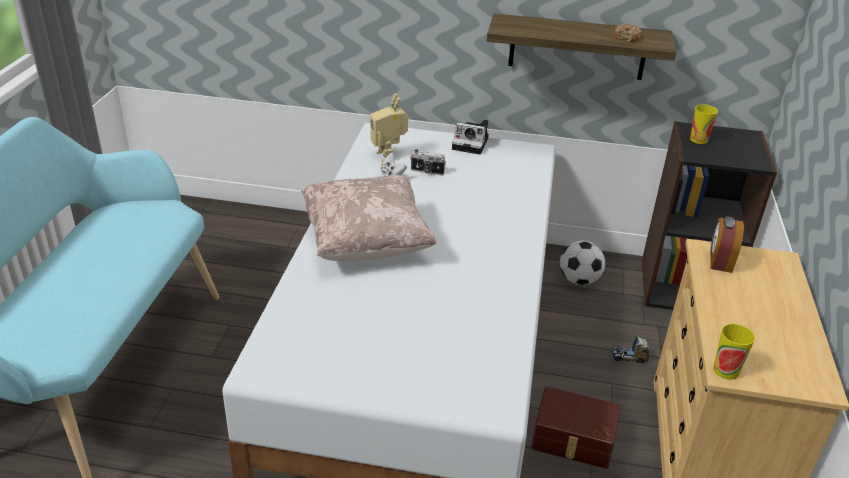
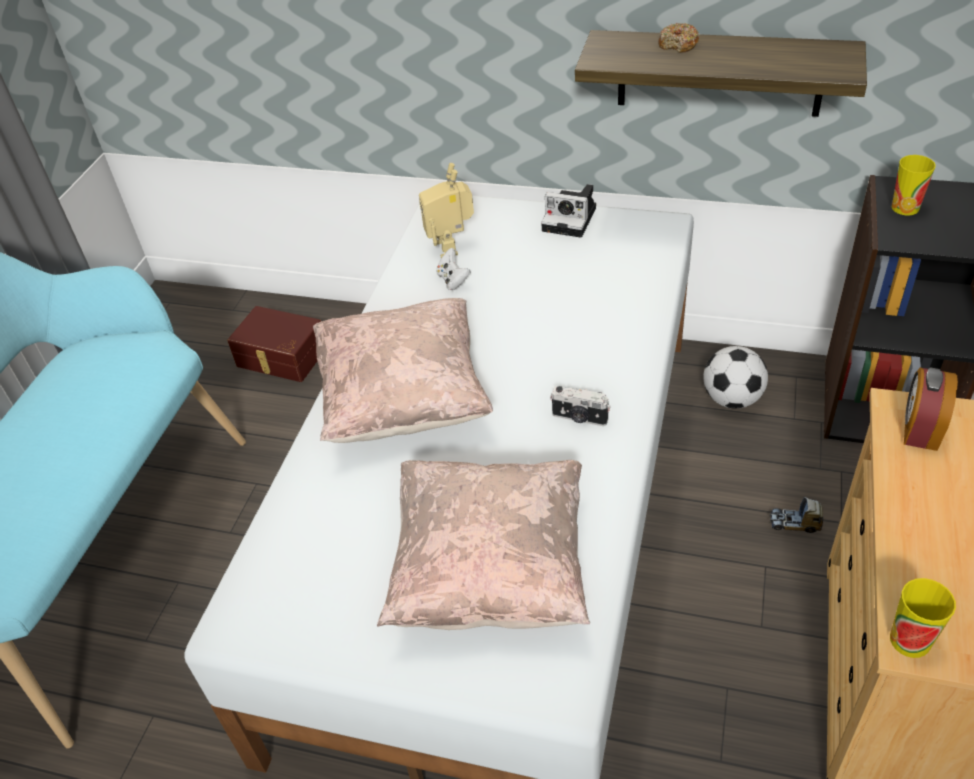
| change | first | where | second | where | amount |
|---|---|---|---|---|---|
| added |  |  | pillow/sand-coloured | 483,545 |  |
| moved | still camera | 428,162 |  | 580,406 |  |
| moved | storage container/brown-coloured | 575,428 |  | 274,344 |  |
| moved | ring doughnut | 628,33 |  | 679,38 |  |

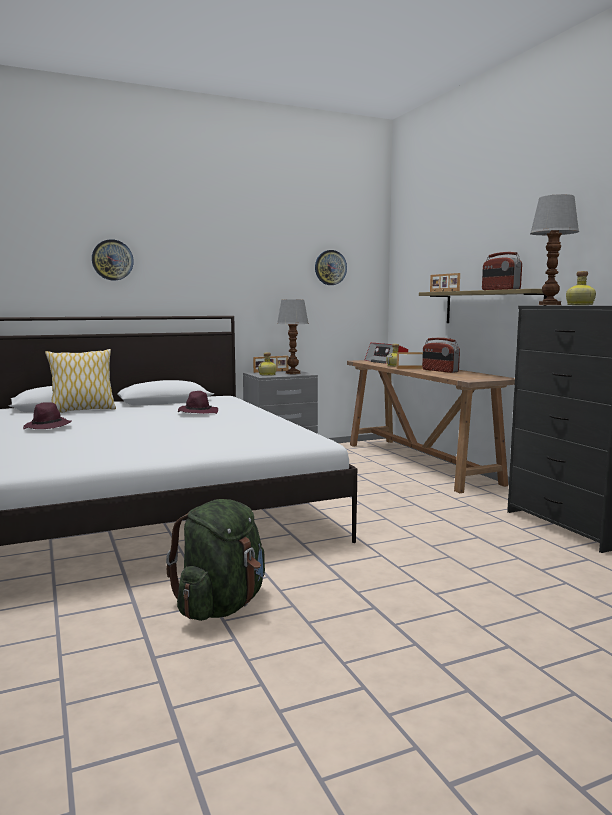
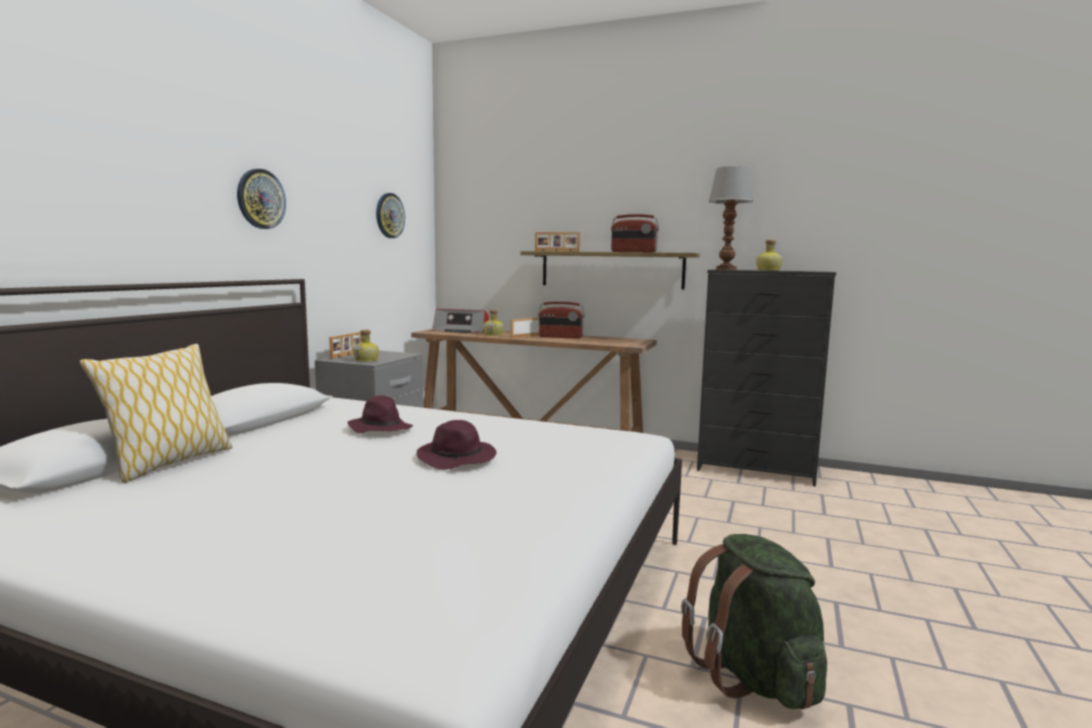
| change | first | where | second | where | amount |
|---|---|---|---|---|---|
| removed | table lamp | 293,337 |  |  |  |
| moved | hat/purple | 47,415 |  | 456,445 |  |
| moved | wall clock | 113,260 |  | 261,199 |  |

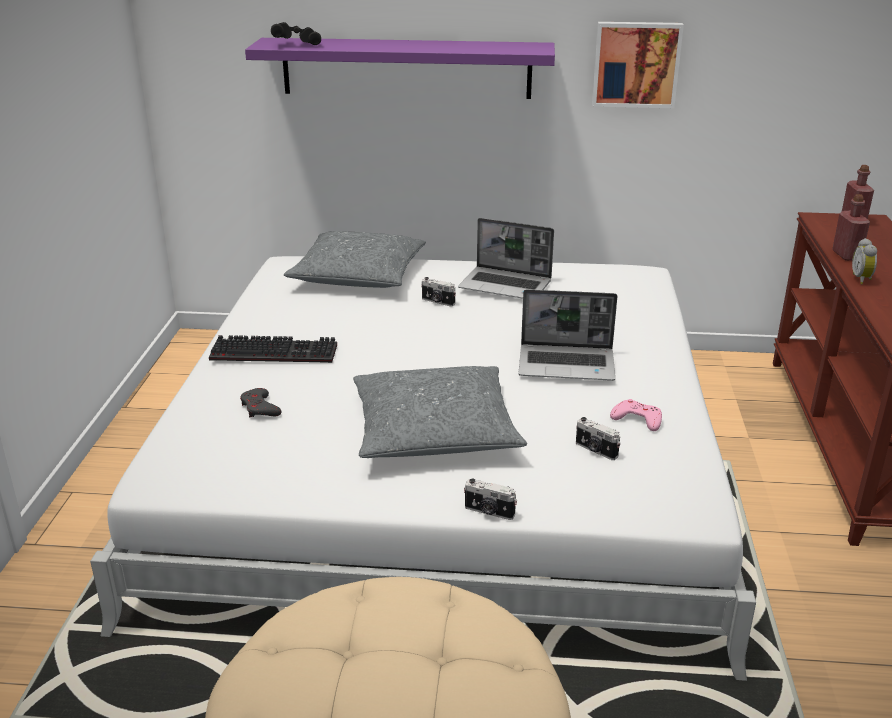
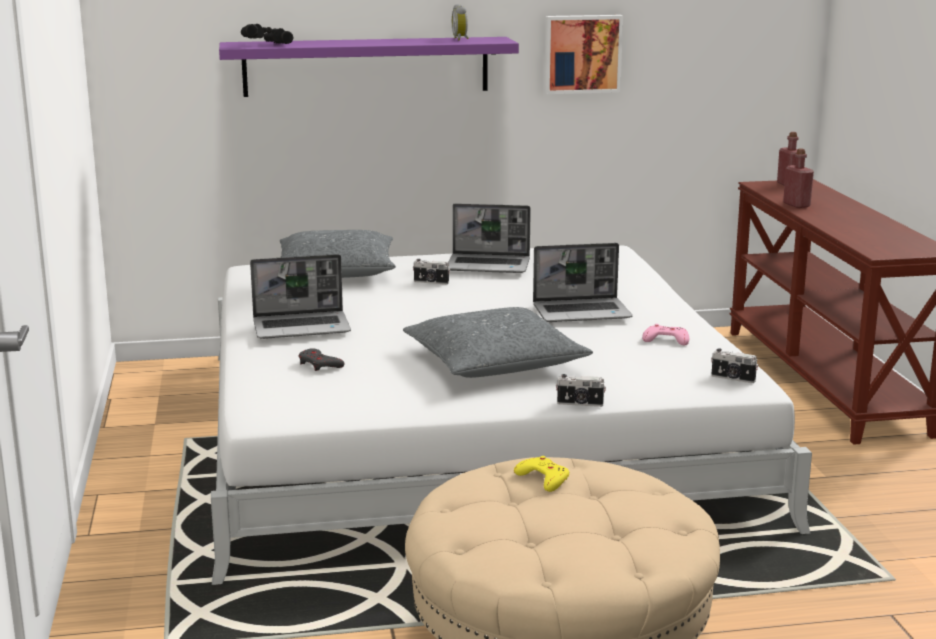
| change | first | where | second | where | amount |
|---|---|---|---|---|---|
| added |  |  | game controller/yellow | 541,474 |  |
| moved | still camera | 598,438 |  | 734,365 |  |
| moved | table clock | 864,261 |  | 460,22 |  |
| replaced | keyboard | 273,349 | portable computer | 300,296 |  |

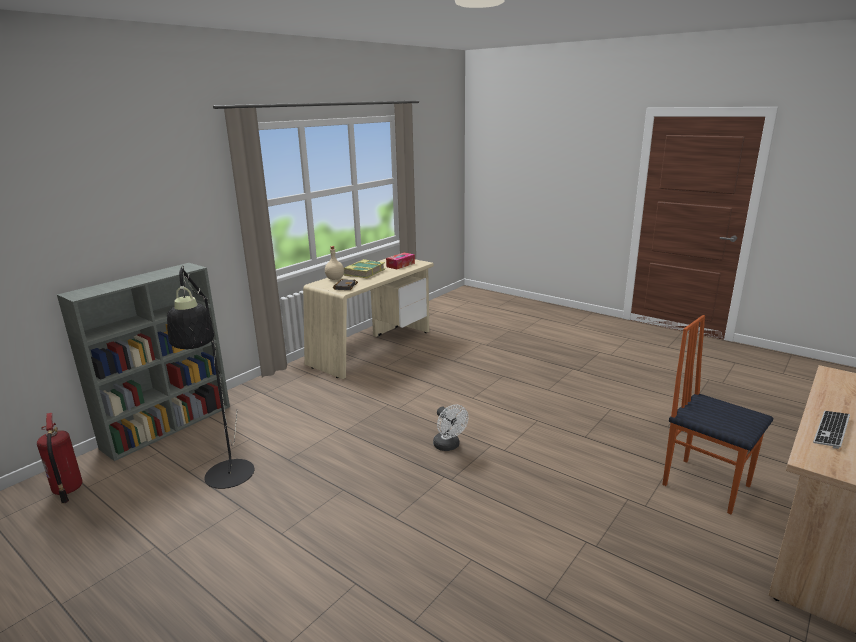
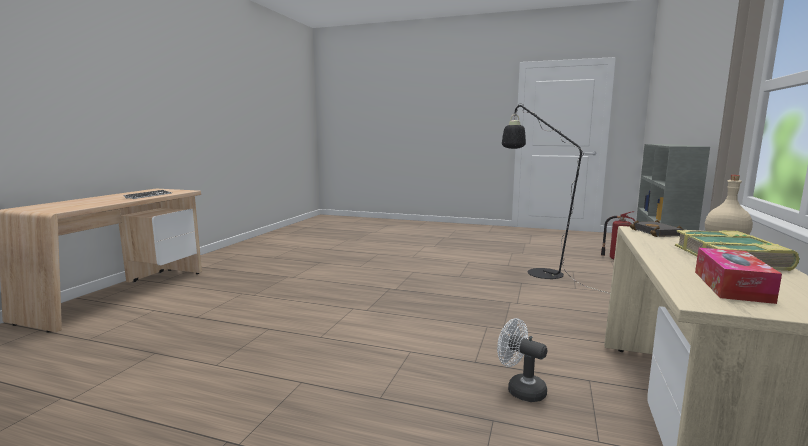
| change | first | where | second | where | amount |
|---|---|---|---|---|---|
| removed | chair | 717,414 |  |  |  |
| moved | fan/white | 450,428 |  | 522,360 |  |

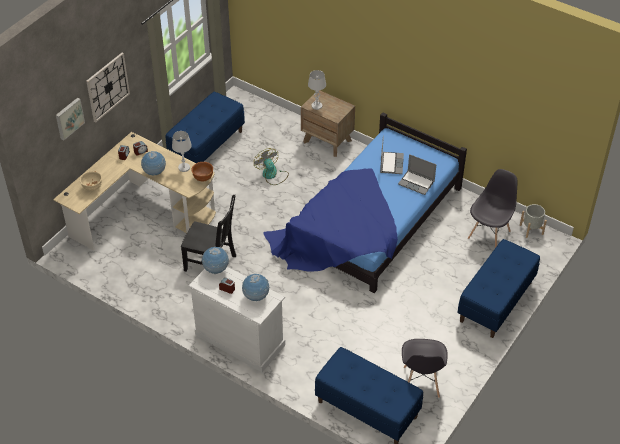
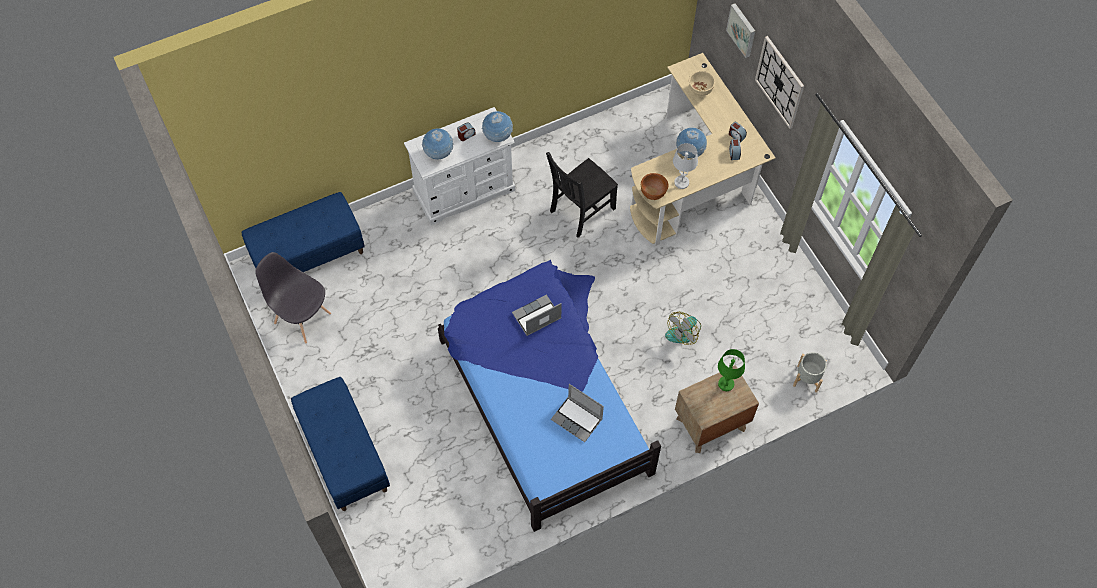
| change | first | where | second | where | amount |
|---|---|---|---|---|---|
| removed | bench/blue | 205,127 |  |  |  |
| removed | chair/gray | 492,208 |  |  |  |
| moved | portable computer | 417,174 |  | 537,315 |  |
| moved | flower pot/gray | 533,221 |  | 810,372 |  |
| recoloured | table lamp/white | 317,90 | table lamp/greenish | 731,370 |  |
| turned | fan | 271,166 |  | 683,328 | 135 degrees clockwise |

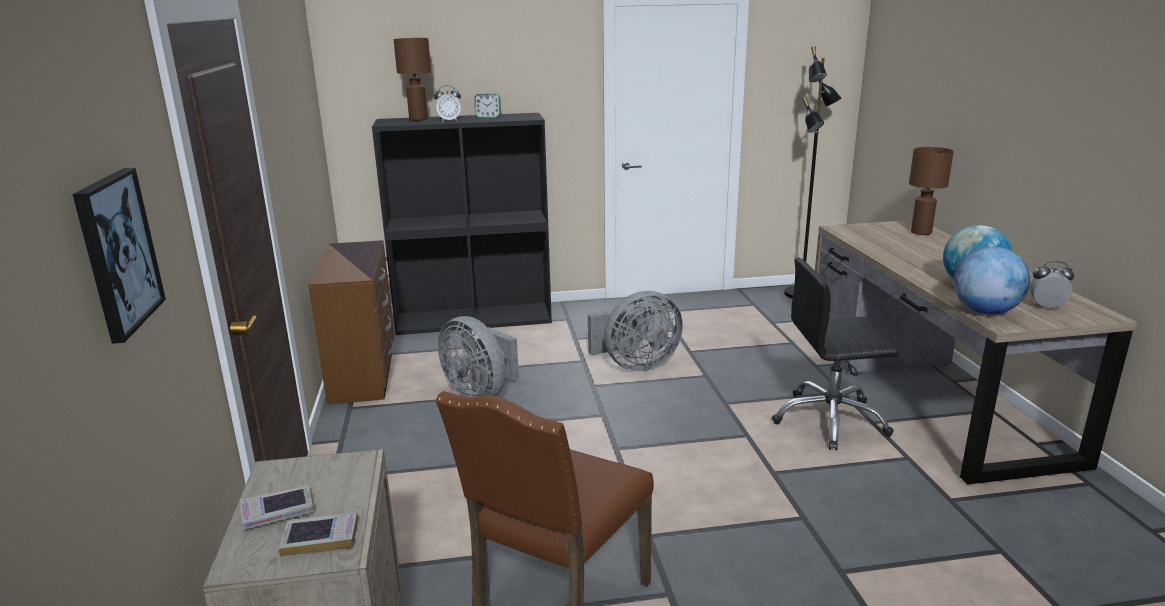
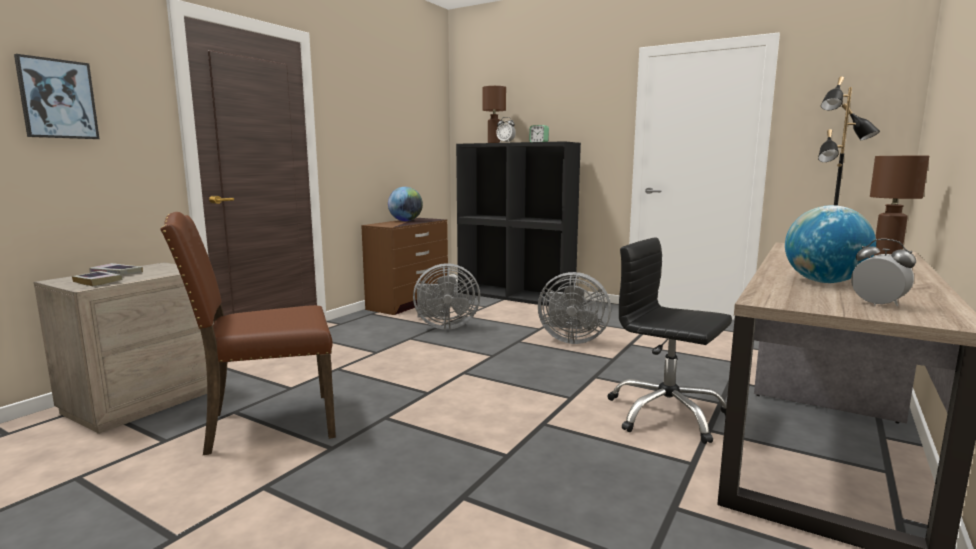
| change | first | where | second | where | amount |
|---|---|---|---|---|---|
| moved | world globe | 991,280 |  | 405,204 |  |
| turned | fan/gray | 478,356 |  | 446,296 | 90 degrees counterclockwise |

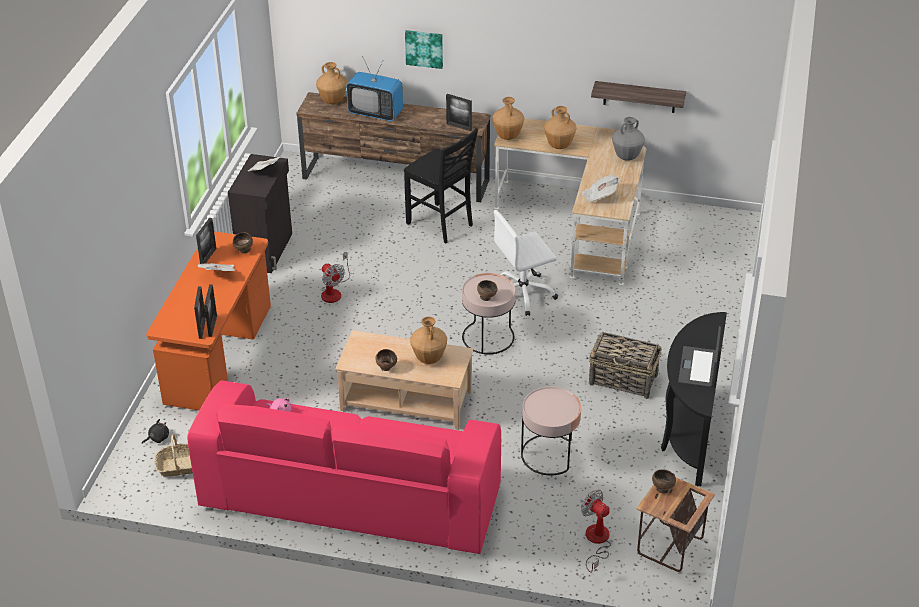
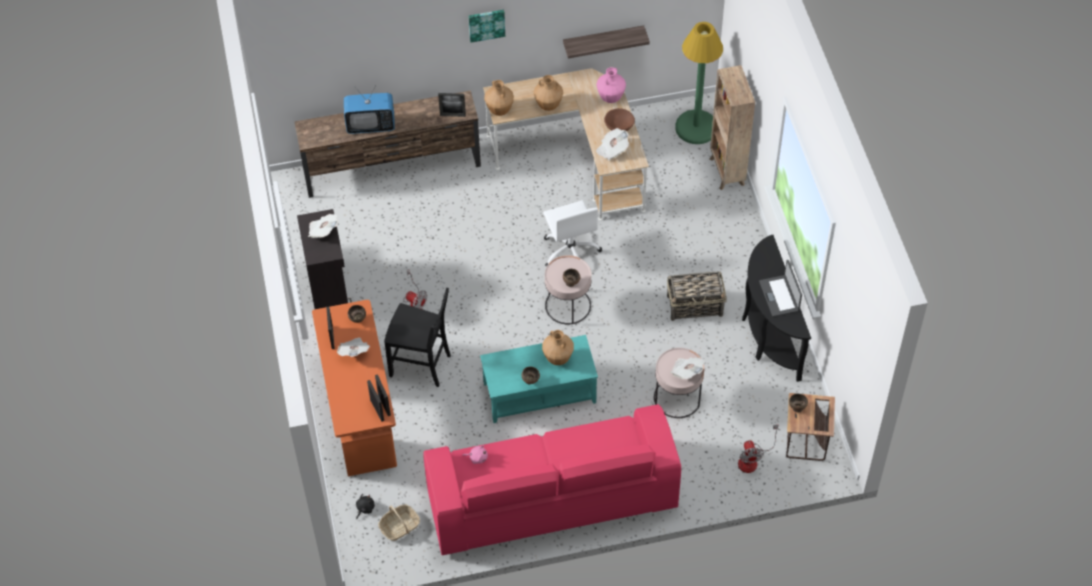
| change | first | where | second | where | amount |
|---|---|---|---|---|---|
| removed | flower vase/brown-coloured | 331,83 |  |  |  |
| added |  |  | bowl/brown-coloured | 619,119 |  |
| added |  |  | newspaper | 687,368 |  |
| added |  |  | standard lamp/greenish | 699,83 |  |
| added |  |  | shelving unit/brown-coloured | 732,127 |  |
| moved | chair/blackish | 441,186 |  | 417,337 |  |
| moved | picture | 424,49 |  | 486,26 |  |
| recoloured | lounge table/sand-coloured | 404,380 | lounge table/turquoise-coloured | 539,379 |  |
| recoloured | flower vase/gray | 628,139 | flower vase/pink | 611,85 |  |
| turned | office chair/white | 526,263 |  | 572,233 | 60 degrees counterclockwise |
| turned | fan | 596,531 |  | 758,449 | 120 degrees counterclockwise |

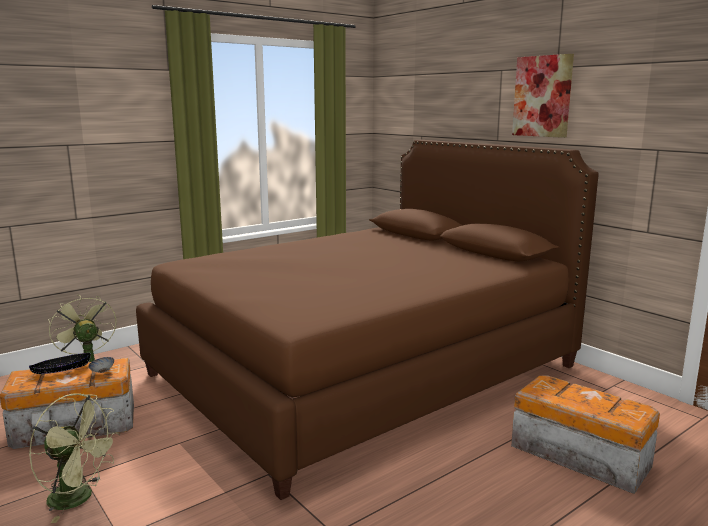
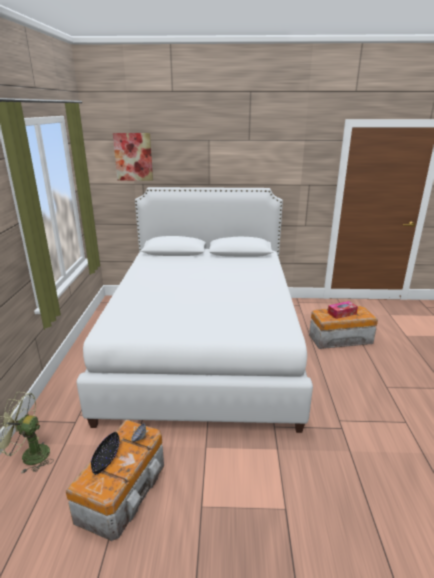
| change | first | where | second | where | amount |
|---|---|---|---|---|---|
| removed | fan/greenish | 74,458 |  |  |  |
| added |  |  | tissue holder | 343,310 |  |
| moved | picture | 543,96 |  | 133,157 |  |
| recoloured | bed/brown-coloured | 367,320 | bed/white | 195,310 |  |

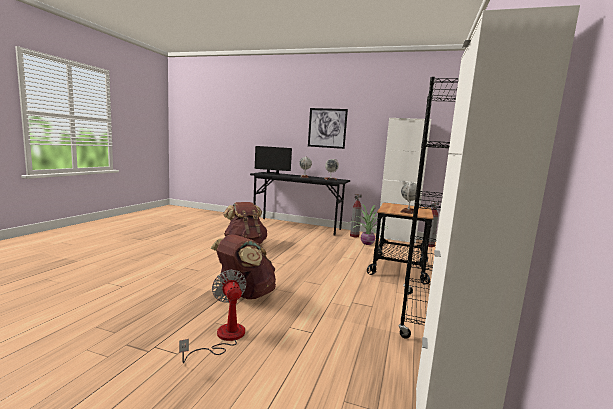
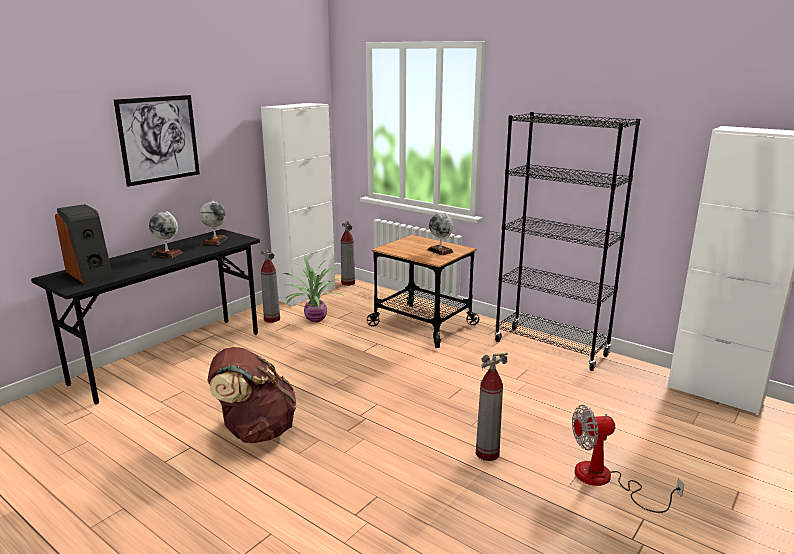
| change | first | where | second | where | amount |
|---|---|---|---|---|---|
| replaced | knapsack/brown-coloured | 243,266 | extinguisher | 492,407 |  |
| replaced | monitor | 273,160 | loudspeaker | 84,244 |  |

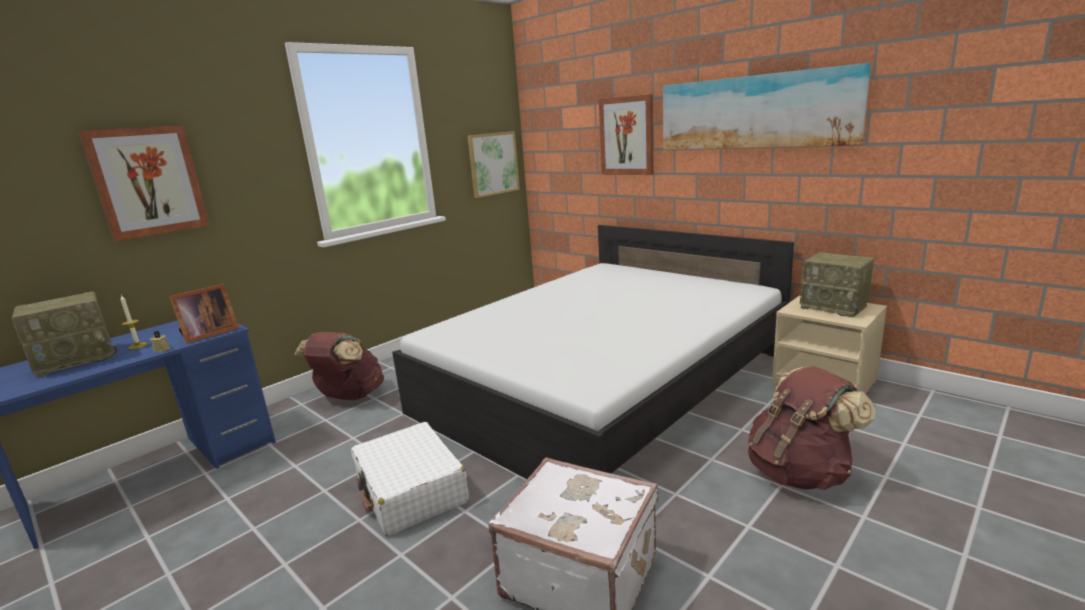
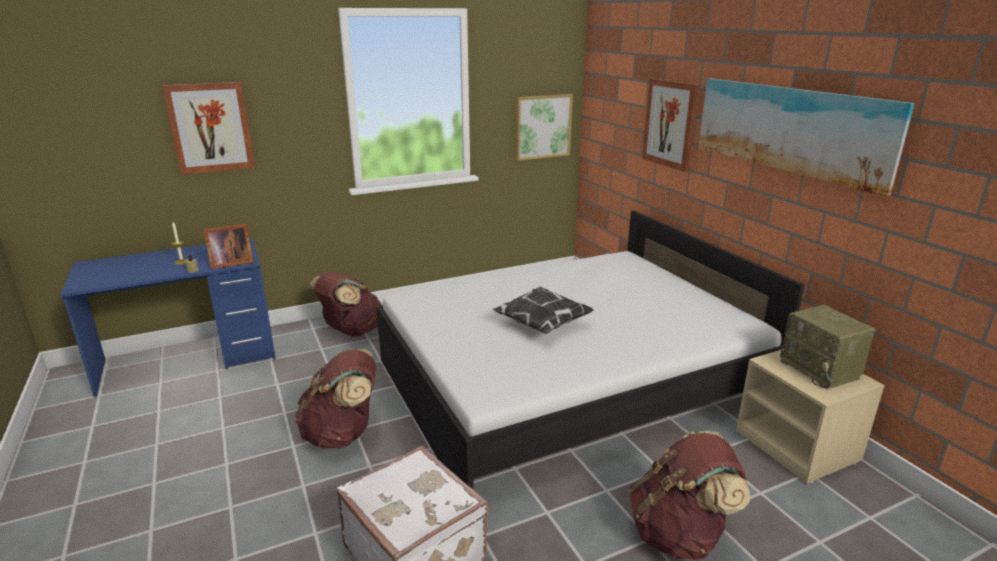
| change | first | where | second | where | amount |
|---|---|---|---|---|---|
| removed | radio | 64,335 |  |  |  |
| added |  |  | pillow | 543,310 |  |
| replaced | travel case/white | 410,479 | knapsack/brown-coloured | 335,399 |  |

